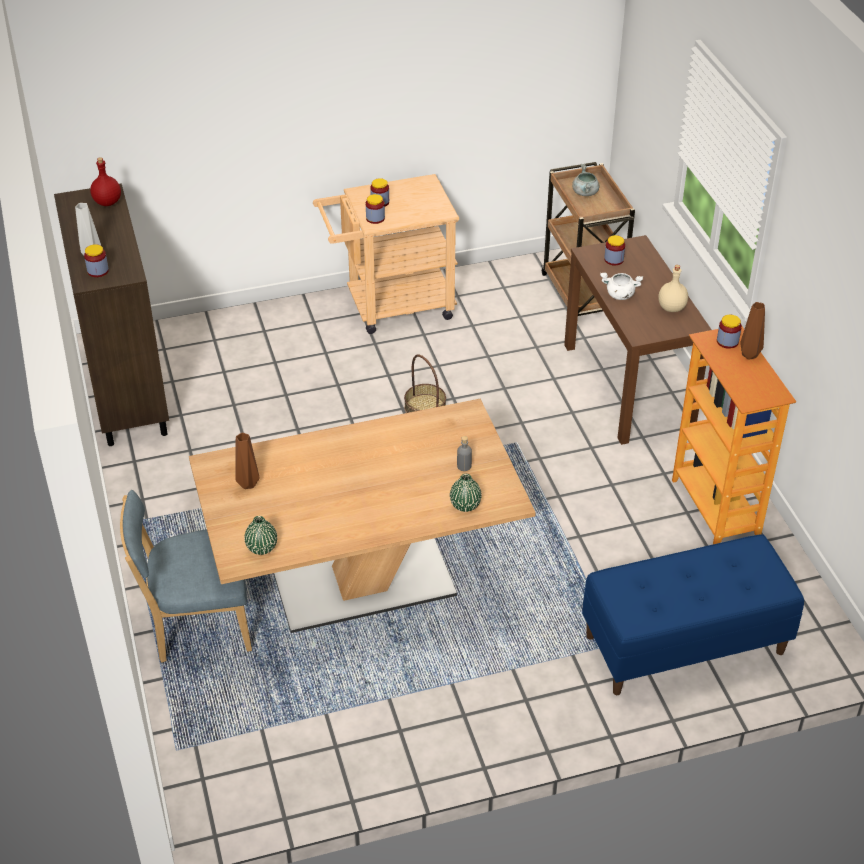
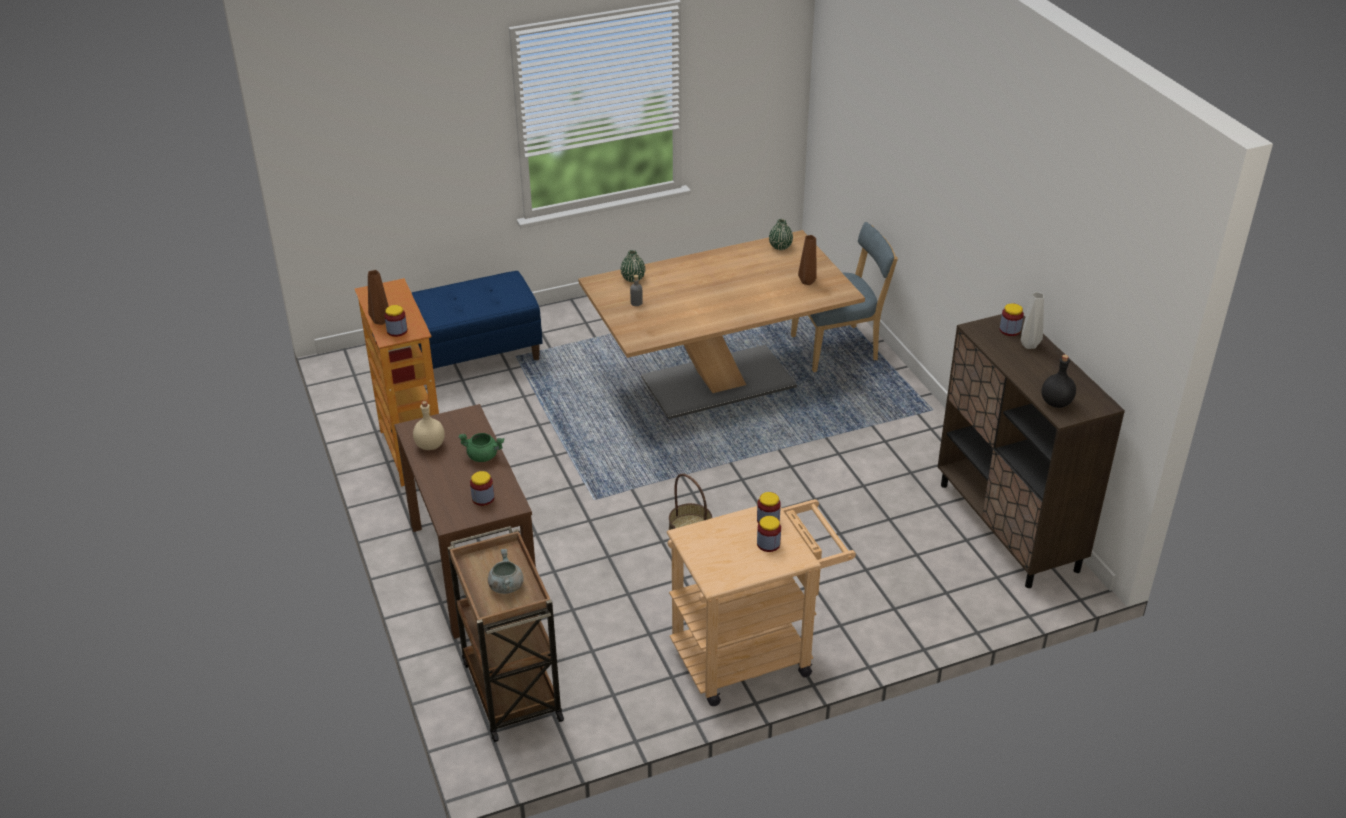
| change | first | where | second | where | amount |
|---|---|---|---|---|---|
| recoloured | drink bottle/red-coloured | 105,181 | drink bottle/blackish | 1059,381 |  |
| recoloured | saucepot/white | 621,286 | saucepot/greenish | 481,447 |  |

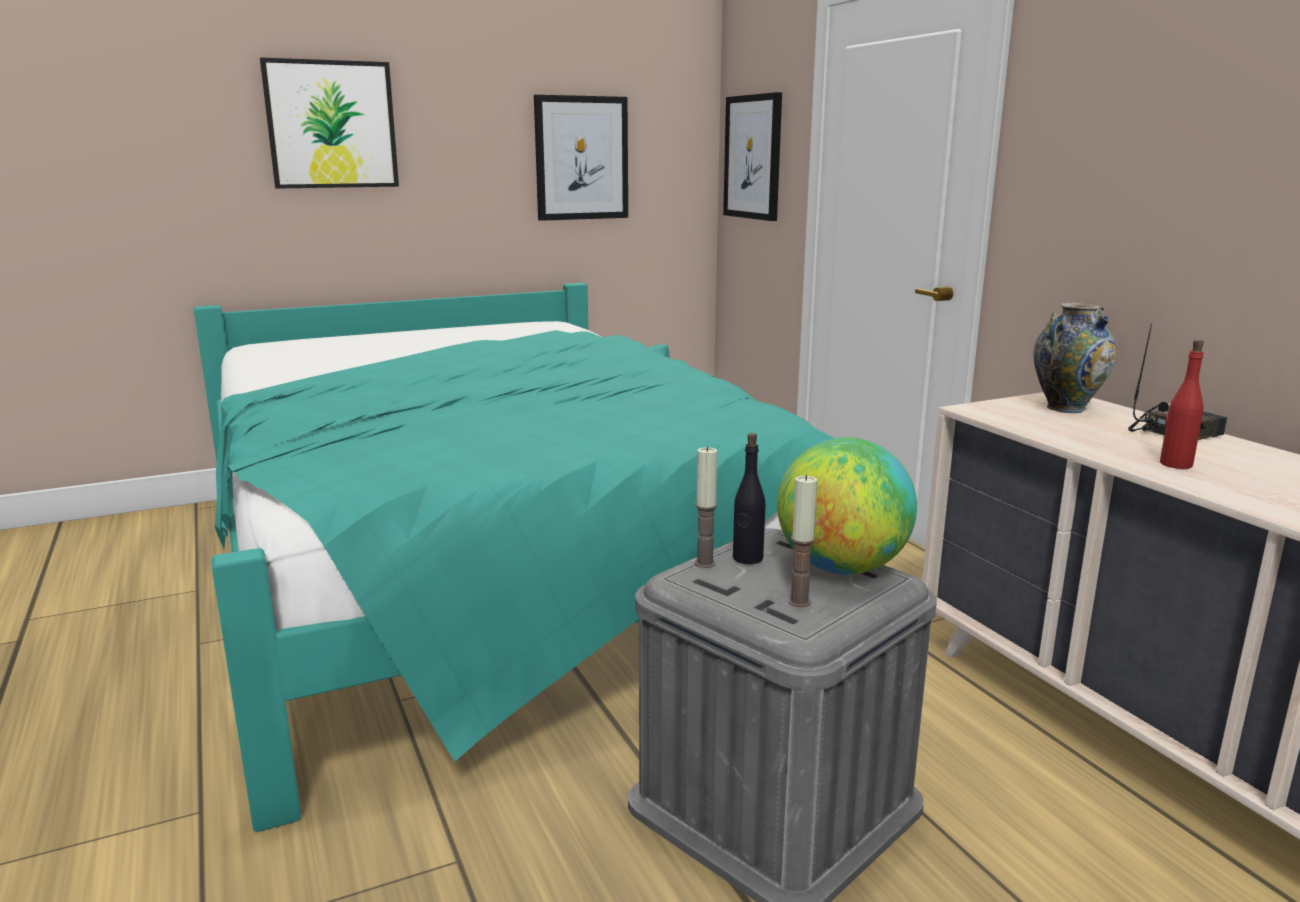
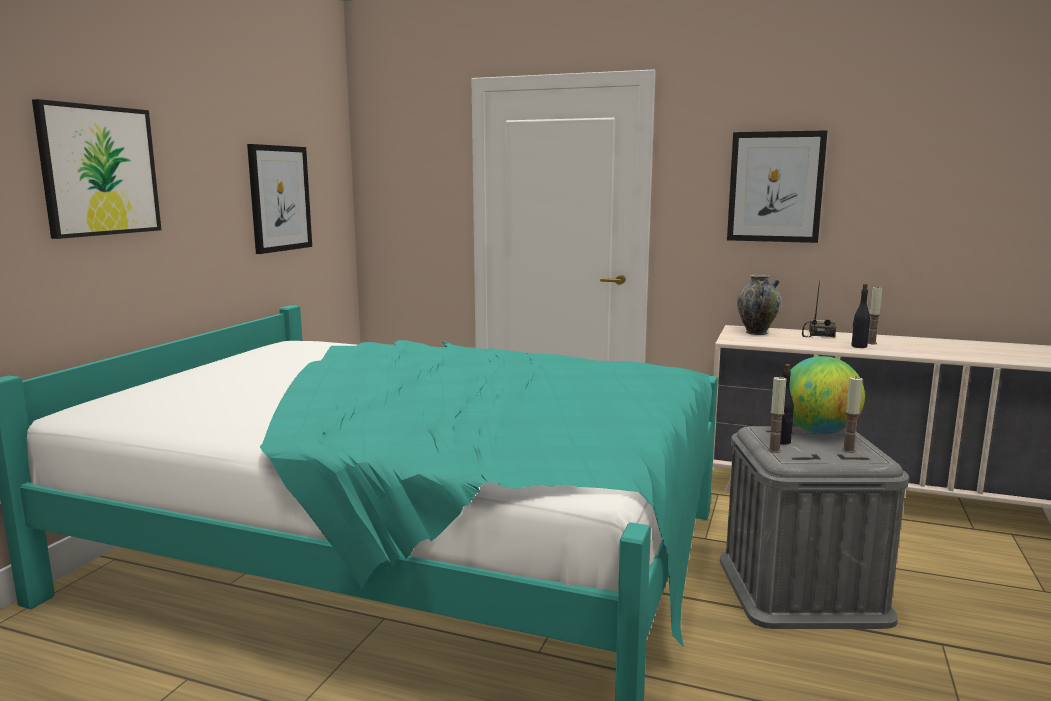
| change | first | where | second | where | amount |
|---|---|---|---|---|---|
| added |  |  | wax candle | 875,315 |  |
| moved | picture | 752,156 |  | 777,186 |  |
| recoloured | drink bottle/red-coloured | 1182,404 | drink bottle/blackish | 860,316 |  |

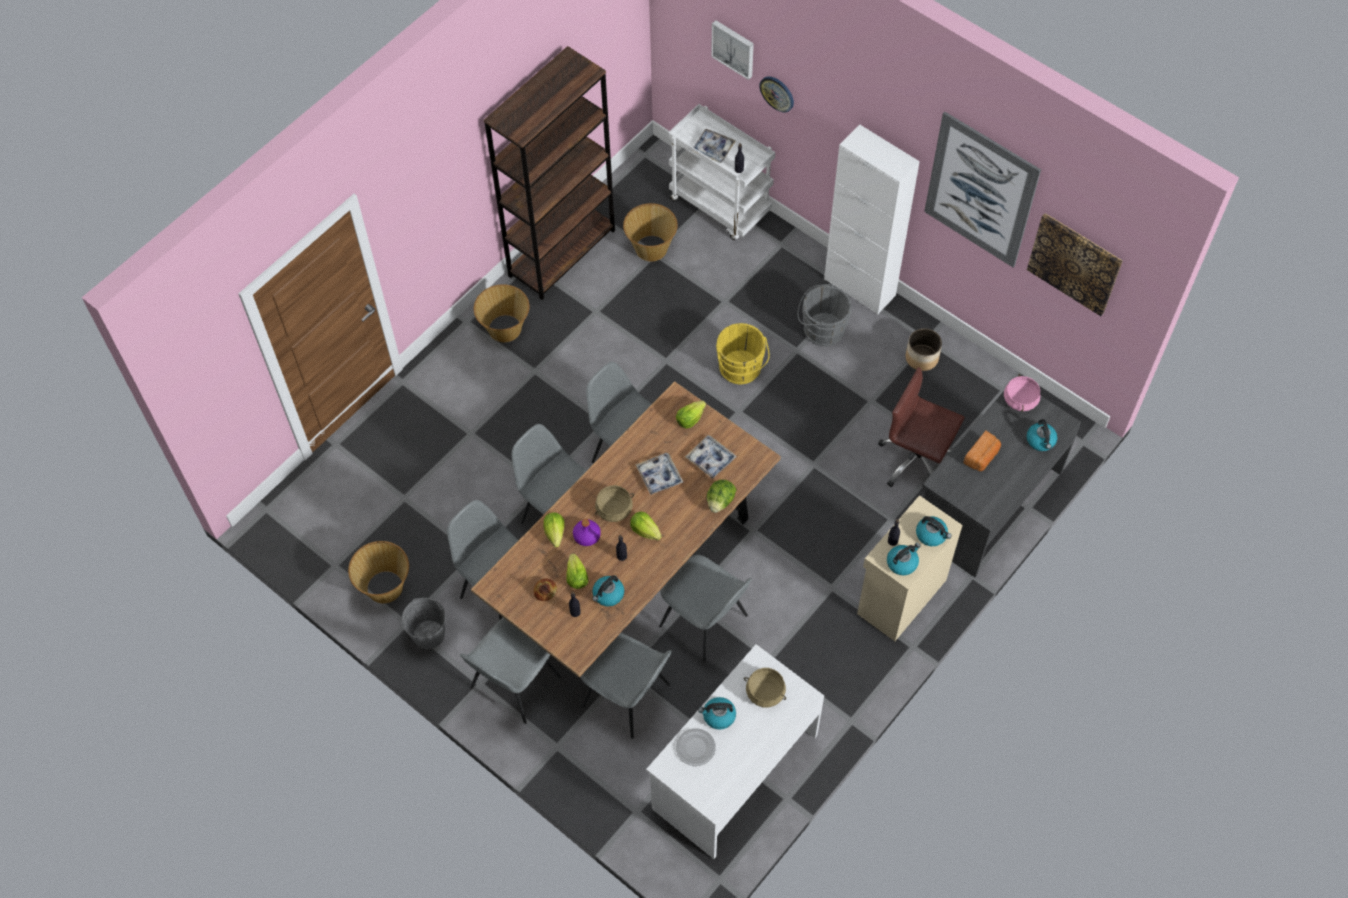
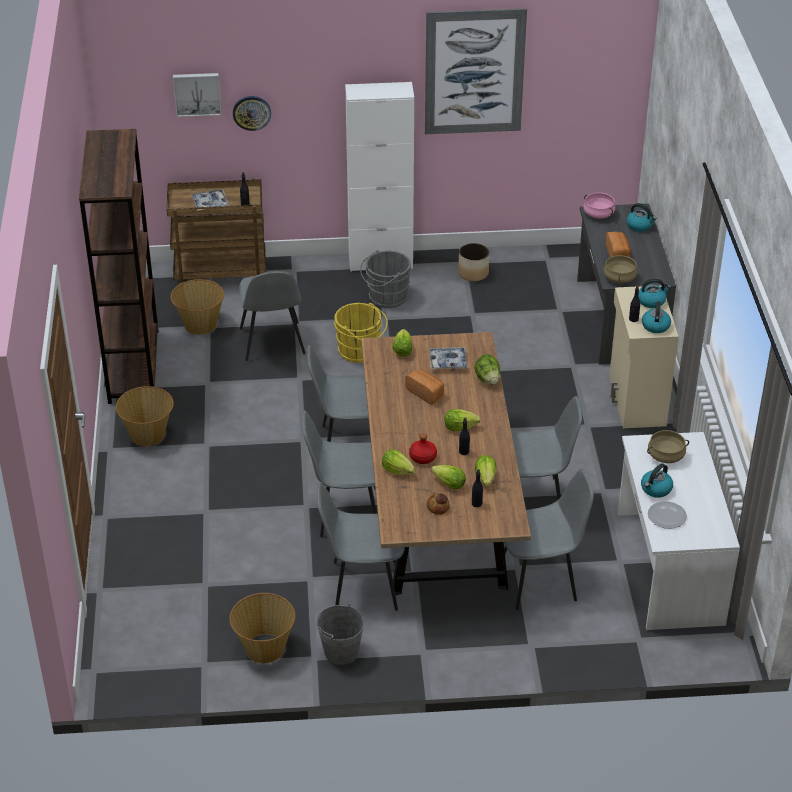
| change | first | where | second | where | amount |
|---|---|---|---|---|---|
| removed | office chair/brown-coloured | 921,427 |  |  |  |
| removed | picture | 1075,264 |  |  |  |
| moved | chair/gray | 510,670 |  | 272,316 |  |
| moved | saucepot/sand-coloured | 614,503 |  | 620,269 |  |
| replaced | tea kettle | 608,590 | lettuce | 486,471 |  |
| replaced | carrying tray | 659,474 | bread | 424,387 |  |
| recoloured | drink bottle/purple | 587,532 | drink bottle/red-coloured | 423,448 |  |
| recoloured | trolley/white | 721,172 | trolley/brown-coloured | 216,233 |  |

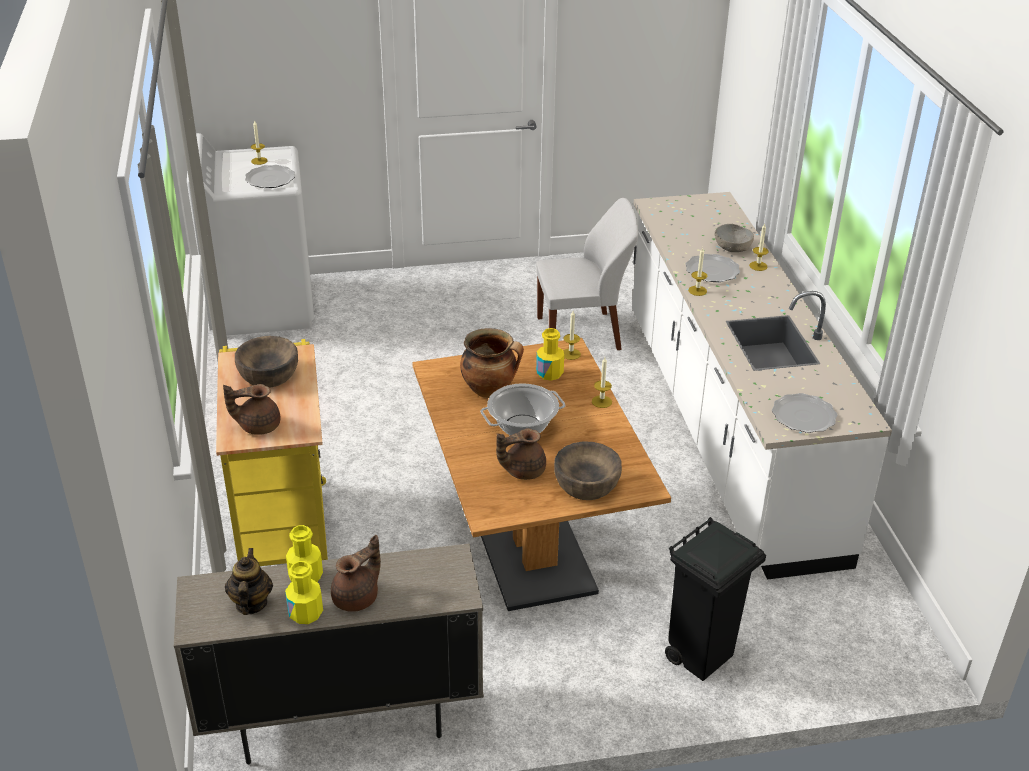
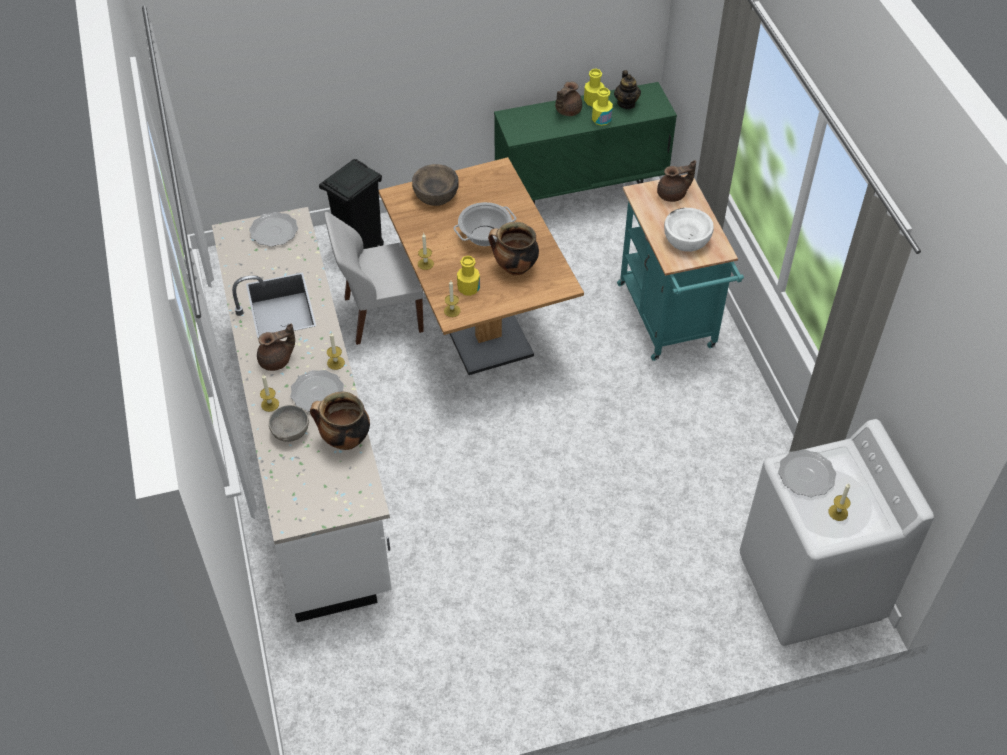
| change | first | where | second | where | amount |
|---|---|---|---|---|---|
| added |  |  | saucepot | 340,421 |  |
| moved | tea pot/brown-coloured | 521,454 |  | 276,347 |  |
| moved | chair/white | 587,274 |  | 374,278 |  |
| recoloured | storage cabinet/sand-coloured | 329,654 | storage cabinet/greenish | 585,143 |  |
| recoloured | trolley/yellow | 272,452 | trolley/turquoise-coloured | 680,267 |  |
| recoloured | bowl/brown-coloured | 266,362 | bowl/white | 689,230 |  |

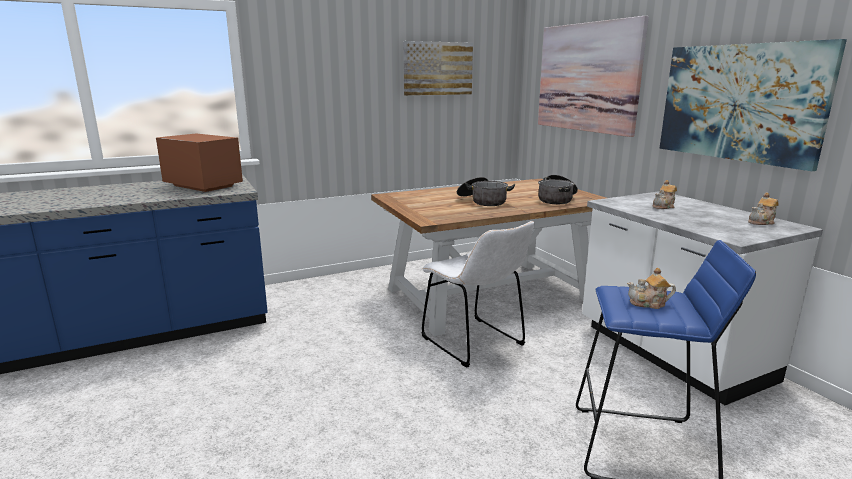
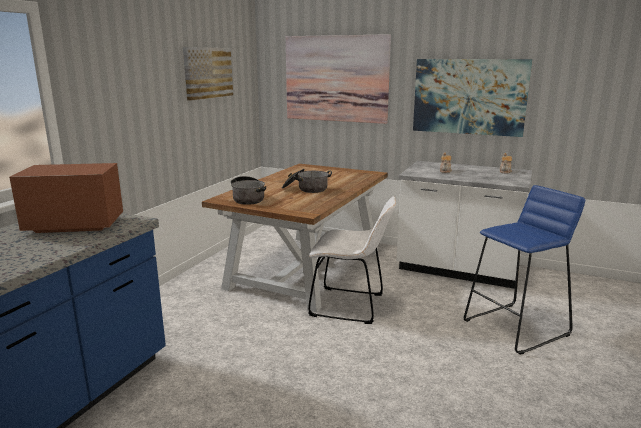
| change | first | where | second | where | amount |
|---|---|---|---|---|---|
| removed | tea pot | 651,288 |  |  |  |
| moved | saucepot | 558,189 |  | 248,190 |  |

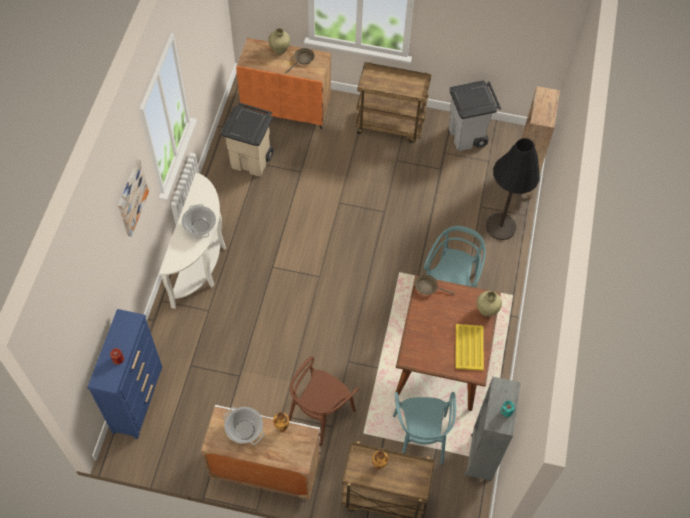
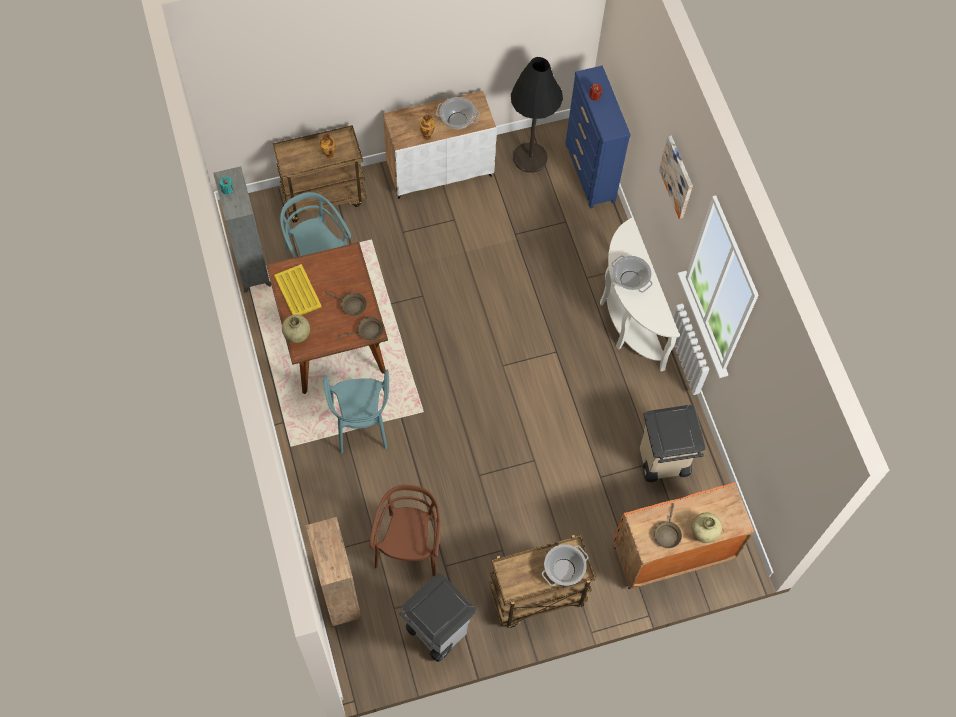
| change | first | where | second | where | amount |
|---|---|---|---|---|---|
| added |  |  | pan/brown-coloured | 346,303 |  |
| added |  |  | saucepot | 565,565 |  |
| moved | chair/brown-coloured | 324,401 |  | 405,530 |  |
| moved | standard lamp/blackish | 512,189 |  | 537,115 |  |

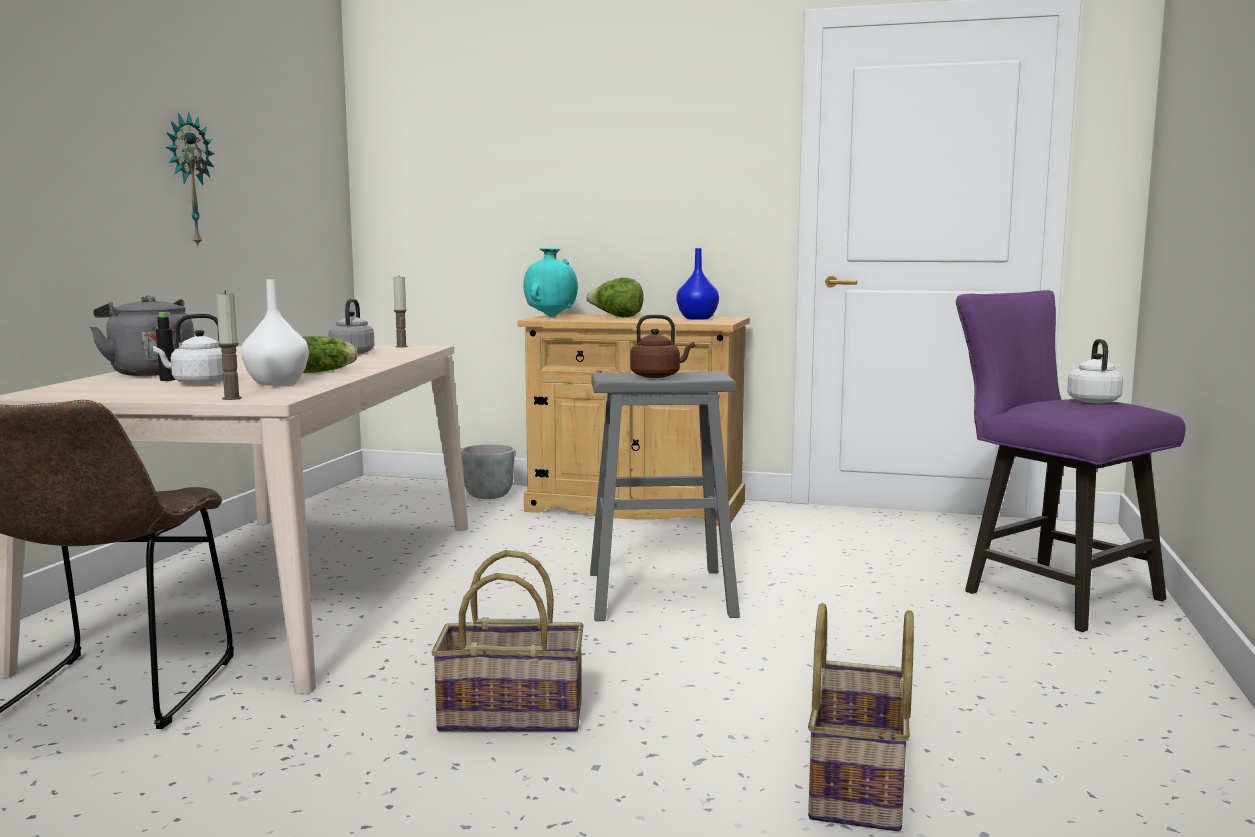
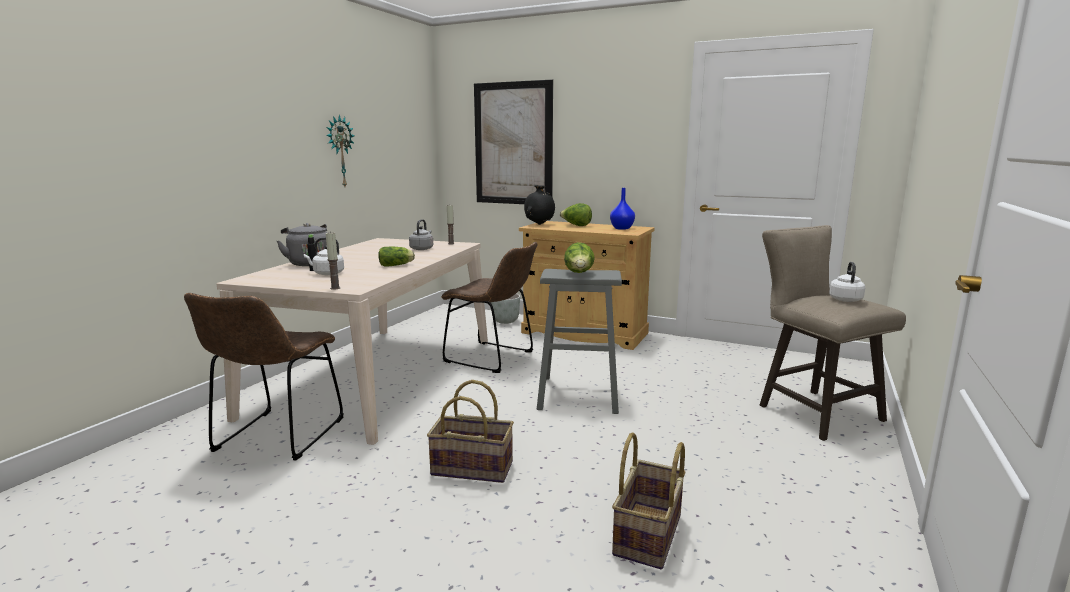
| change | first | where | second | where | amount |
|---|---|---|---|---|---|
| removed | flower vase/white | 275,332 |  |  |  |
| added |  |  | chair/brown-coloured | 489,307 |  |
| added |  |  | picture | 513,141 |  |
| replaced | tea kettle/brown-coloured | 662,346 | lettuce | 579,257 |  |
| recoloured | flower vase/turquoise-coloured | 551,282 | flower vase/blackish | 539,205 |  |
| recoloured | stool seat/purple | 1070,461 | stool seat/sand-coloured | 833,333 |  |

